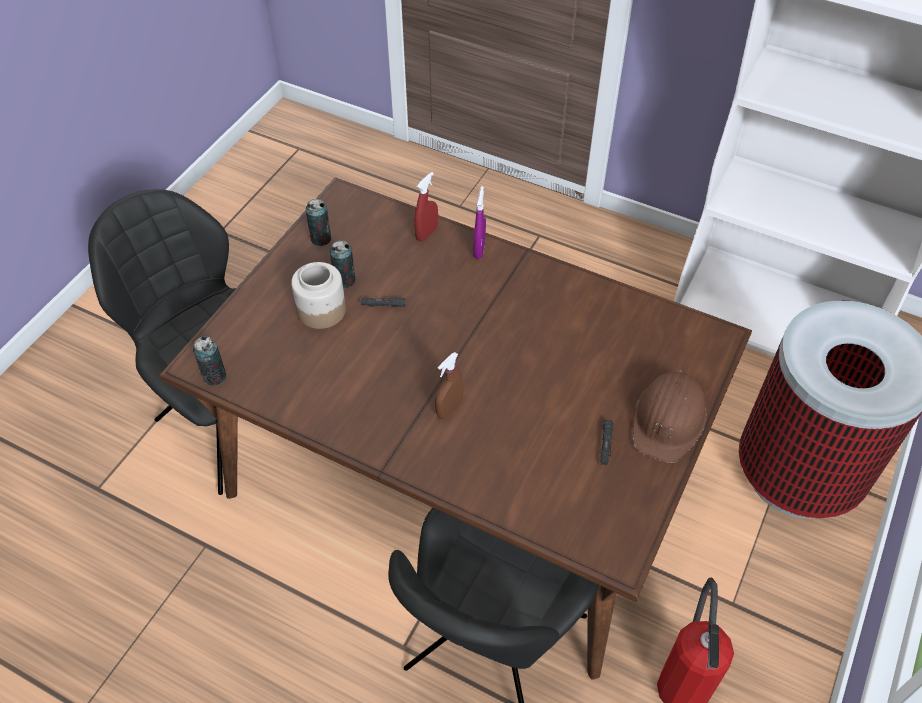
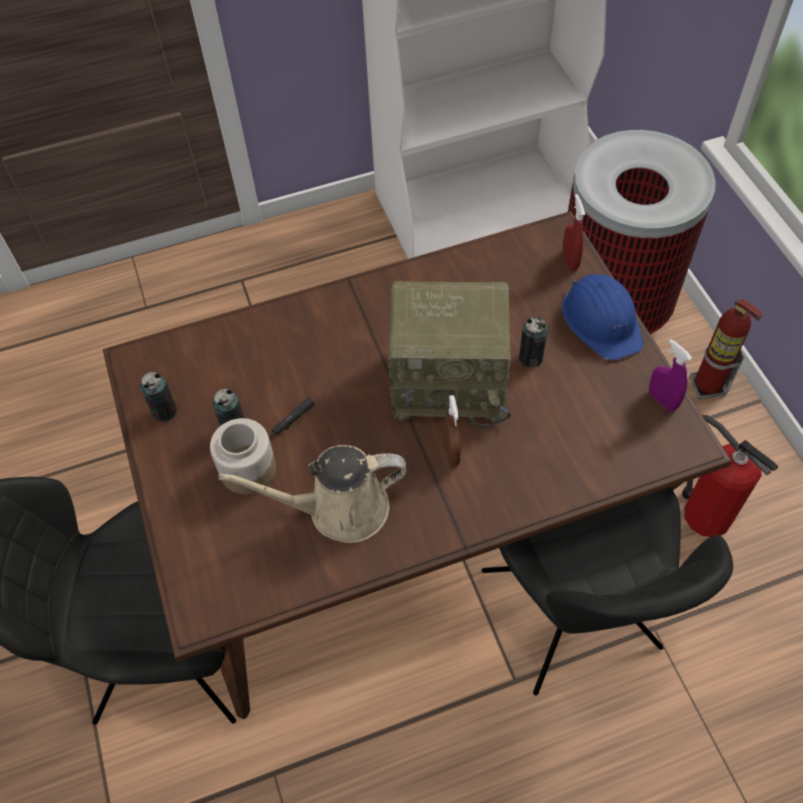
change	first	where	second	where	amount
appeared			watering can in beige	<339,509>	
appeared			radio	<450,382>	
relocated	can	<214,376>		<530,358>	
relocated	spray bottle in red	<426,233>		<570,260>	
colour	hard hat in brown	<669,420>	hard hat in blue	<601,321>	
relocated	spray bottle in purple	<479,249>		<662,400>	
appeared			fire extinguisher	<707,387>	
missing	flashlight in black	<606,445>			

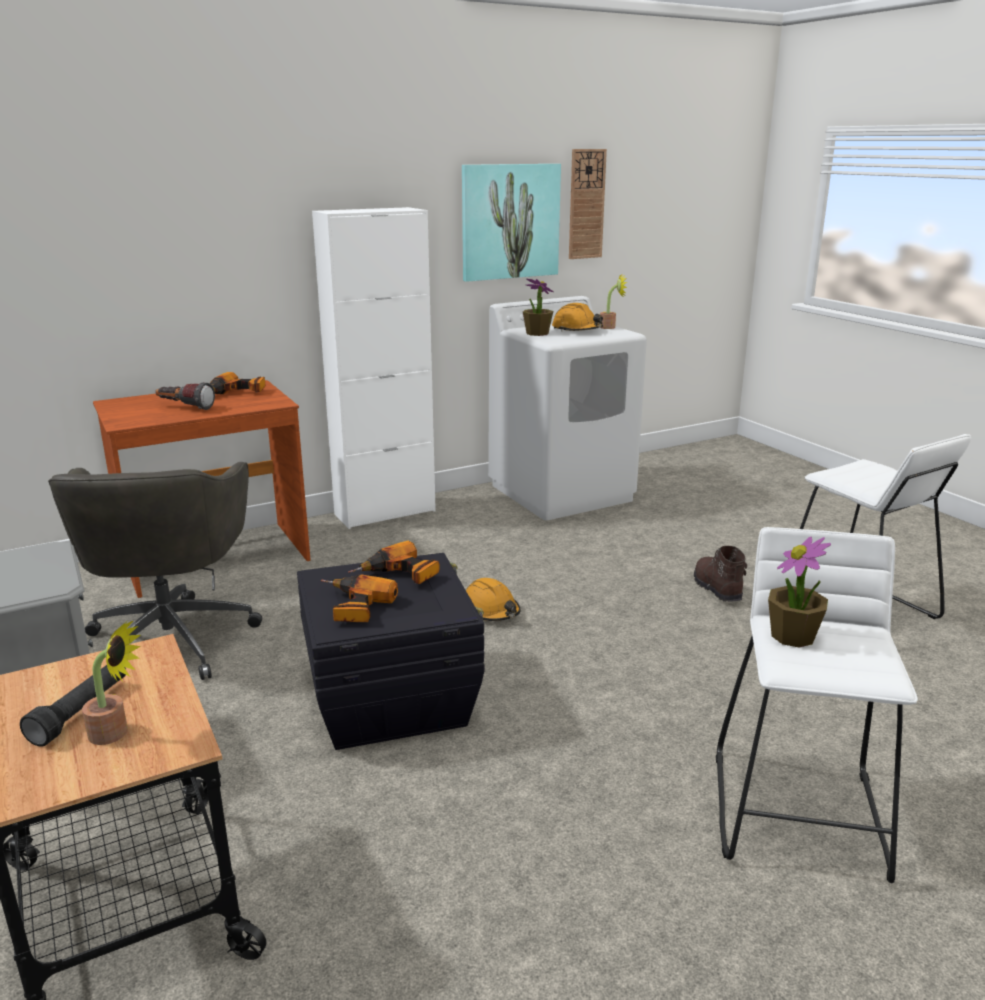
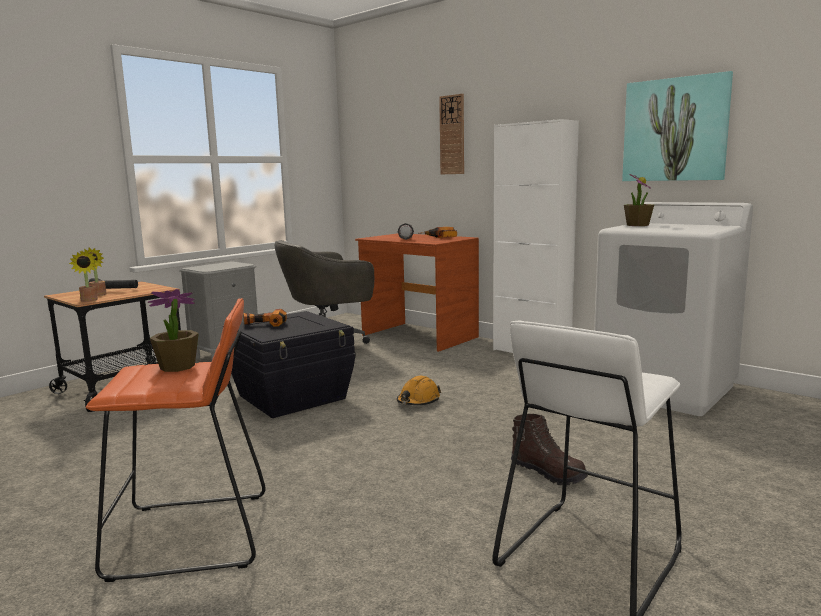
change	first	where	second	where	amount
relocated	potted plant	<610,327>		<89,300>	
colour	stool in white	<799,814>	stool in orange	<191,536>	
relocated	wall clock	<586,204>		<452,135>	
spun	boot in brown	<716,589>		<548,472>	75 degrees clockwise
missing	power drill	<400,576>			
missing	hard hat in orange	<577,330>			

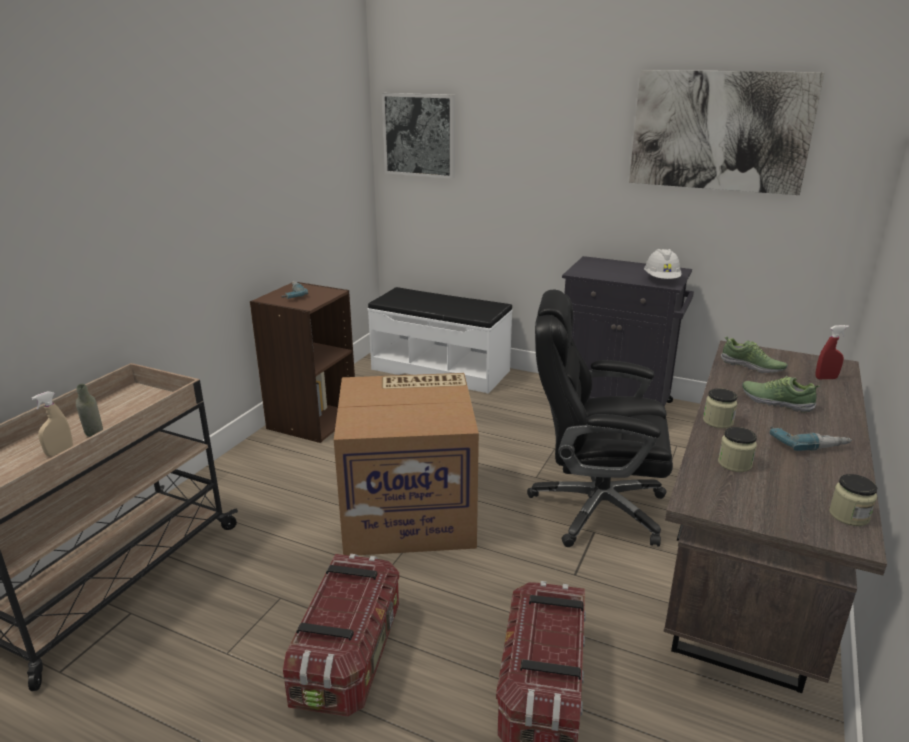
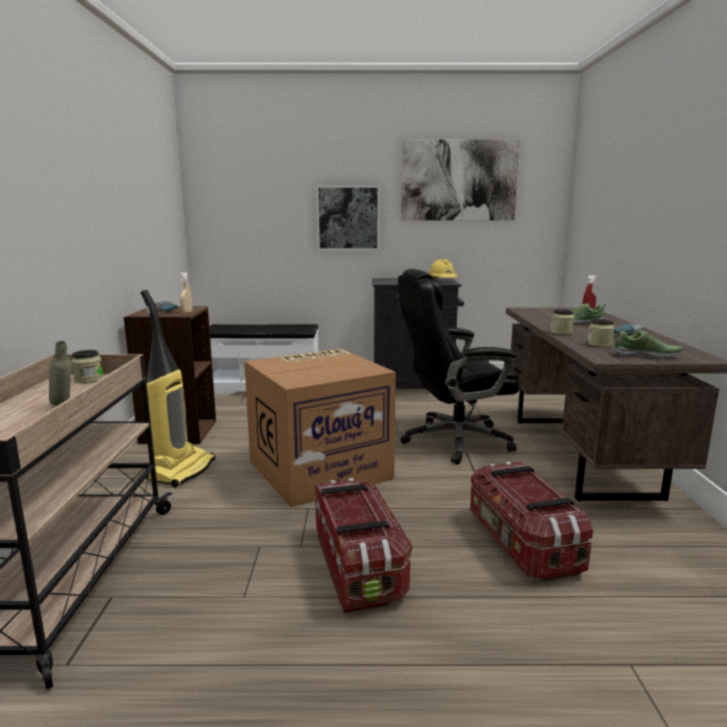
change	first	where	second	where	amount
relocated	jar	<849,515>		<88,380>	
appeared			vacuum cleaner	<181,470>	
relocated	spray bottle in beige	<59,452>		<187,312>	
relocated	picture	<419,135>		<348,218>	
colour	hard hat in white	<661,280>	hard hat in yellow	<442,282>	
relocated	shoe	<752,367>		<646,356>	

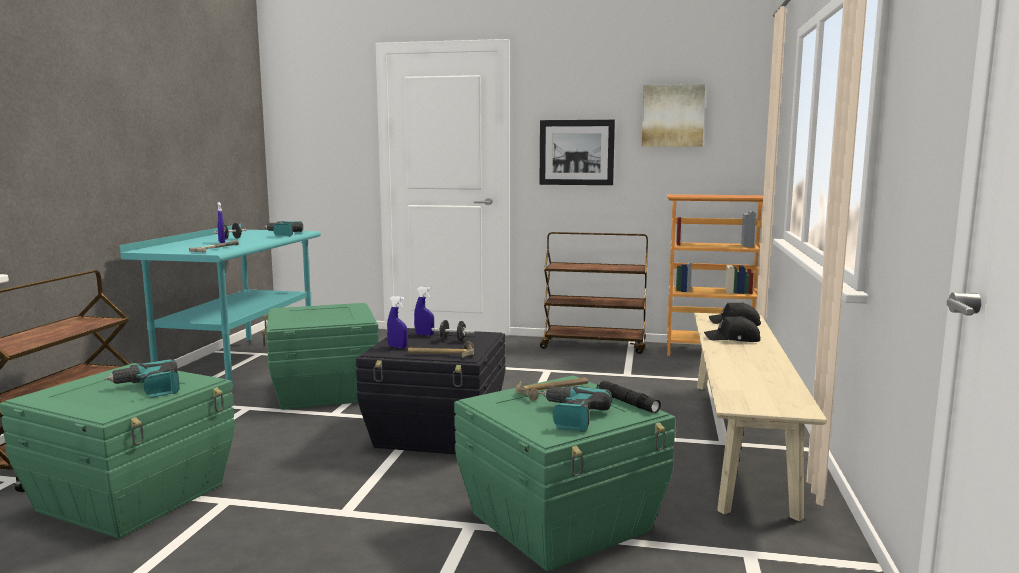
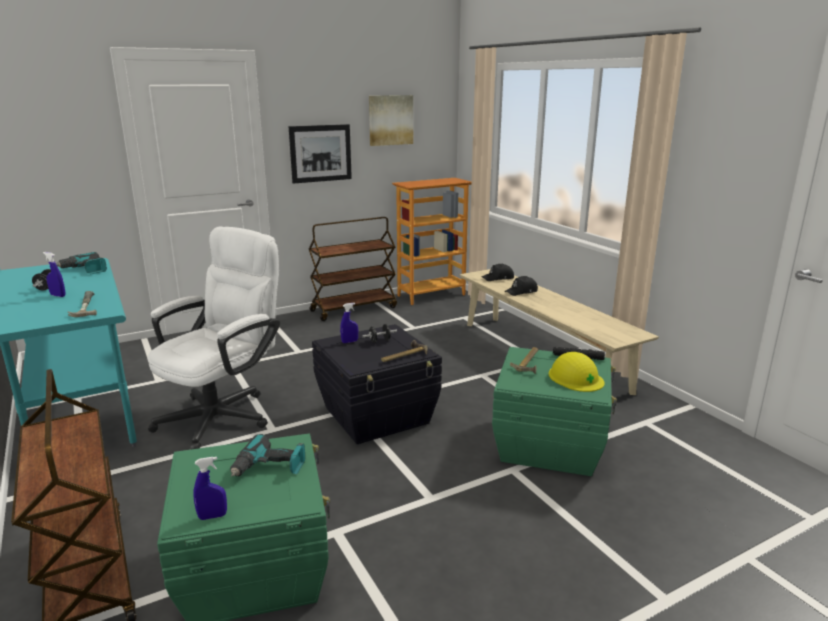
change	first	where	second	where	amount
exchanged	storage box in green	<323,392>	office chair in white	<224,414>	
relocated	spray bottle in blue	<397,347>		<212,516>	
exchanged	power drill	<571,417>	hard hat in yellow	<575,377>	

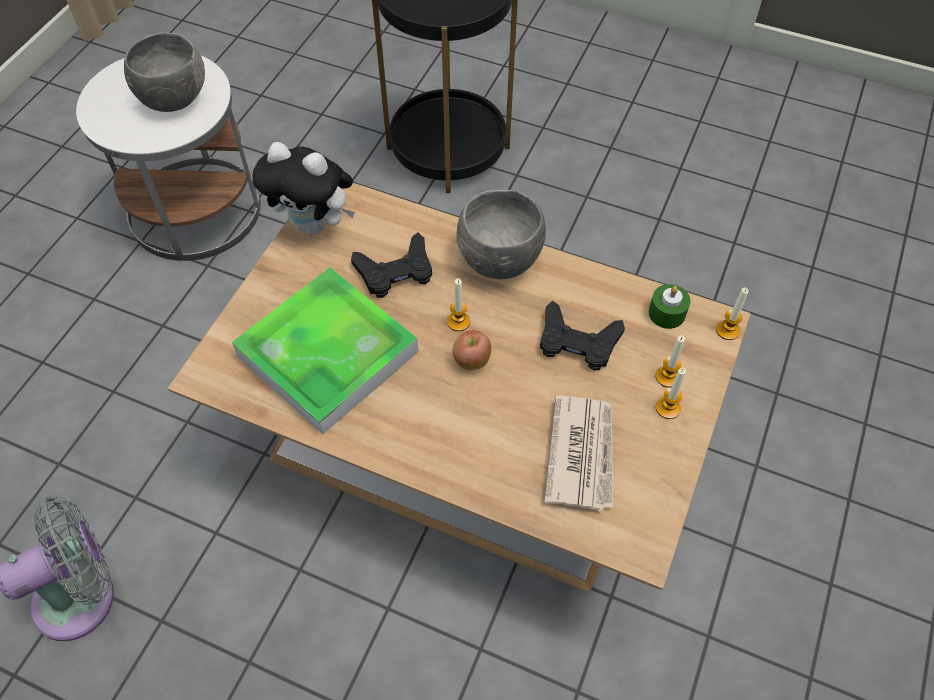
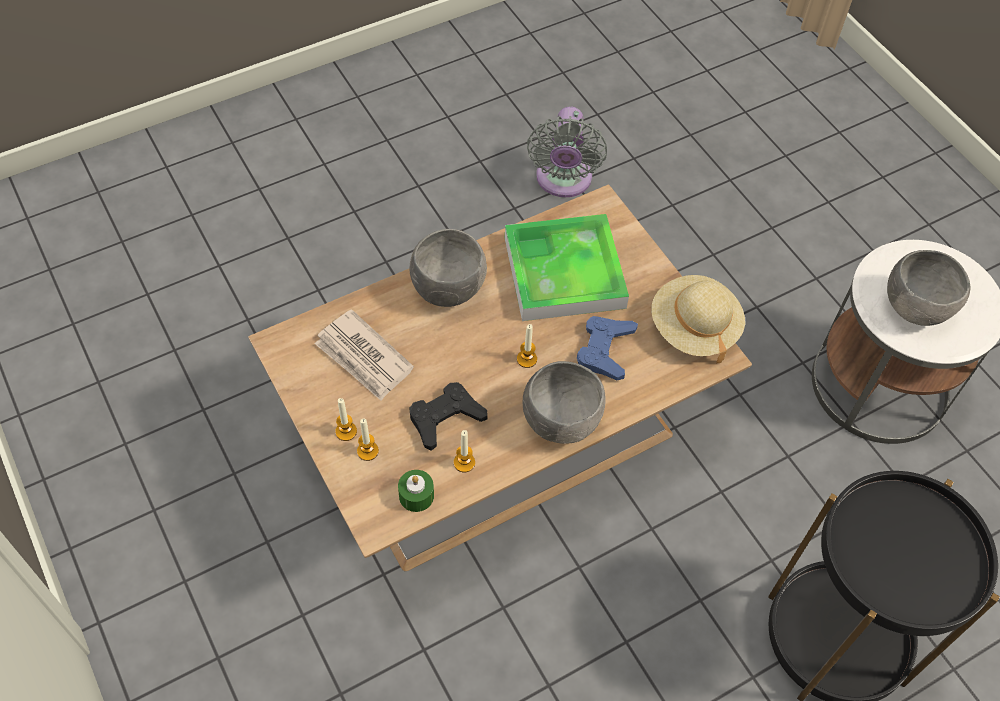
change	first	where	second	where	amount
appeared			bowl in grey	<447,289>	
relocated	candle	<727,330>		<464,462>	
colour	game controller in black	<395,271>	game controller in blue	<605,350>	
exchanged	plush toy	<315,225>	hat in beige	<693,328>	
missing	apple	<471,361>			

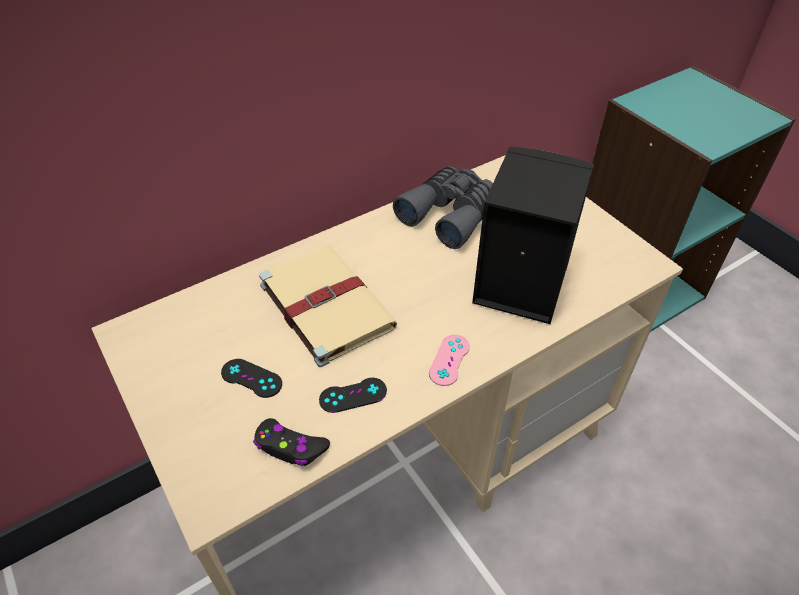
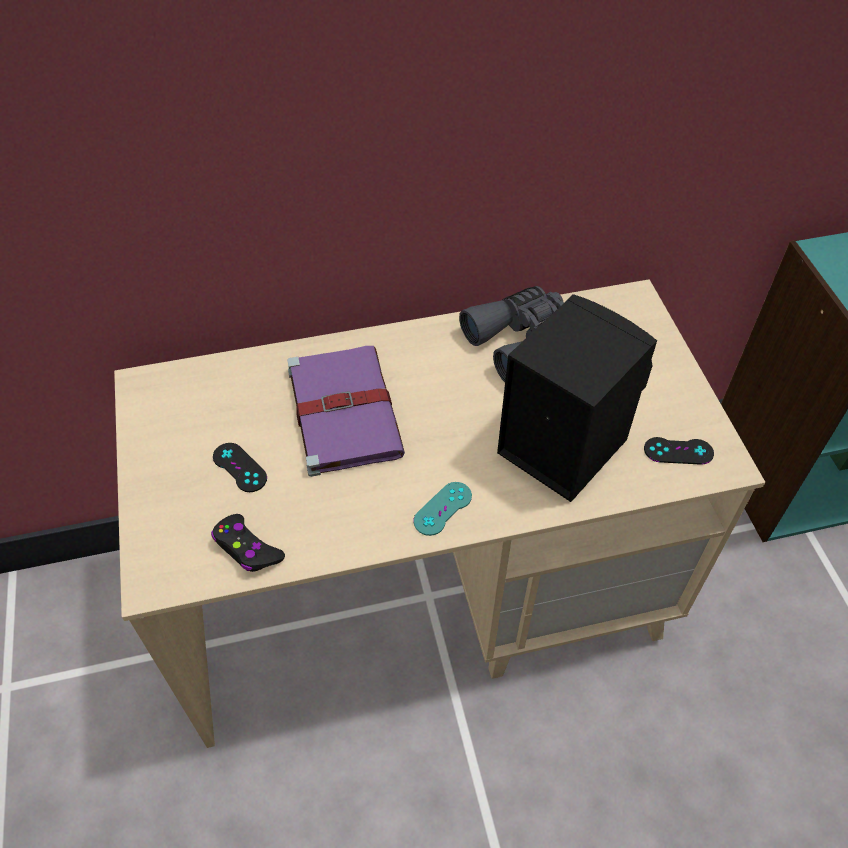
change	first	where	second	where	amount
colour	book in beige	<324,304>	book in purple	<343,410>	
colour	game controller in pink	<449,360>	game controller in turquoise	<443,508>	
relocated	game controller in black	<353,395>		<678,451>	

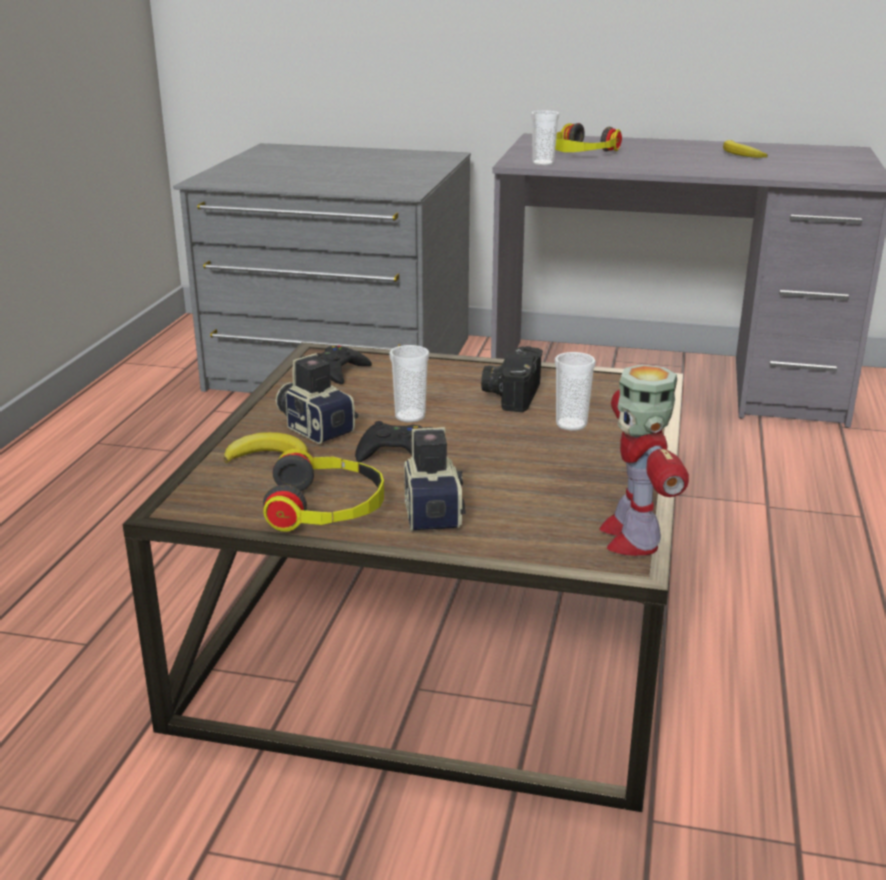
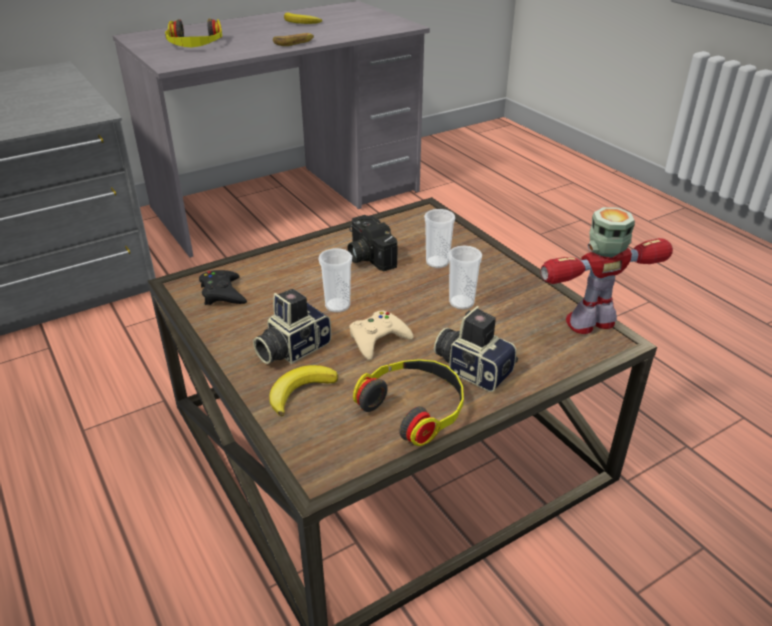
change	first	where	second	where	amount
spun	photo camera	<316,427>		<291,348>	45 degrees counterclockwise
appeared			banana	<294,43>	
colour	game controller in black	<395,453>	game controller in beige	<378,339>	
relocated	cup	<543,163>		<461,302>	
spun	toy robot	<631,536>		<591,323>	120 degrees clockwise

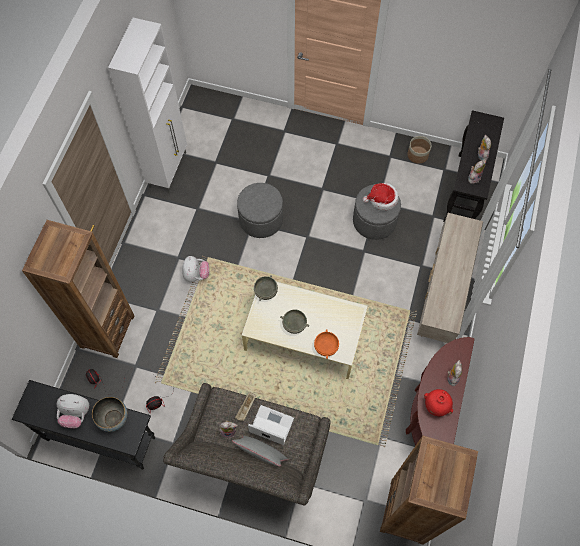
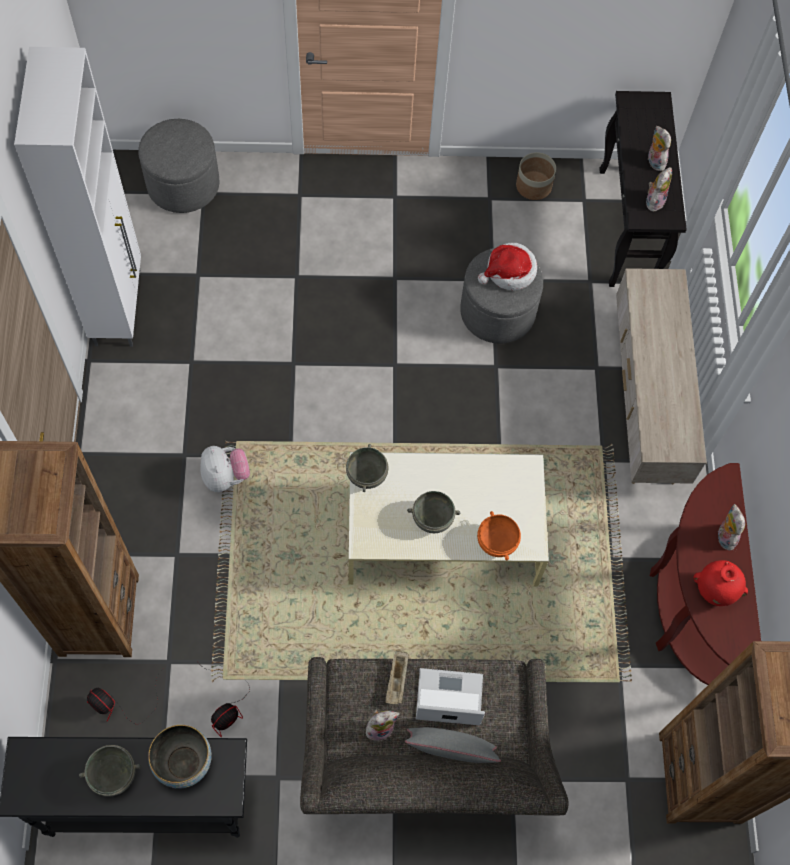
change	first	where	second	where	amount
exchanged	plush toy	<76,414>	bowl in grey	<113,773>	
relocated	ottoman in grey	<261,219>		<183,184>	

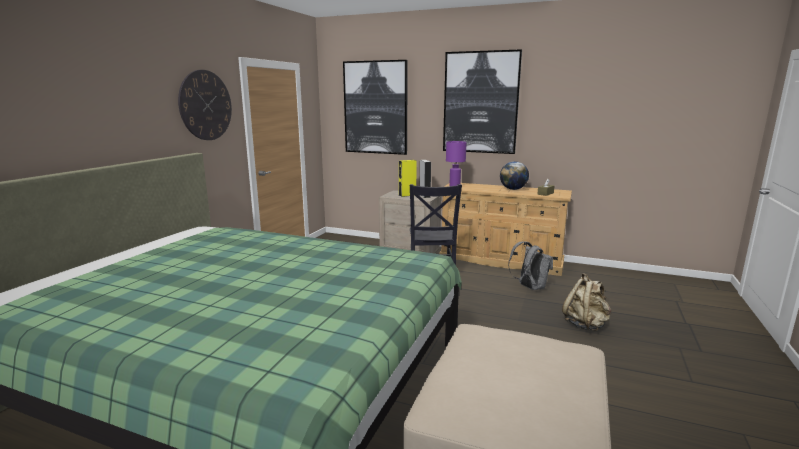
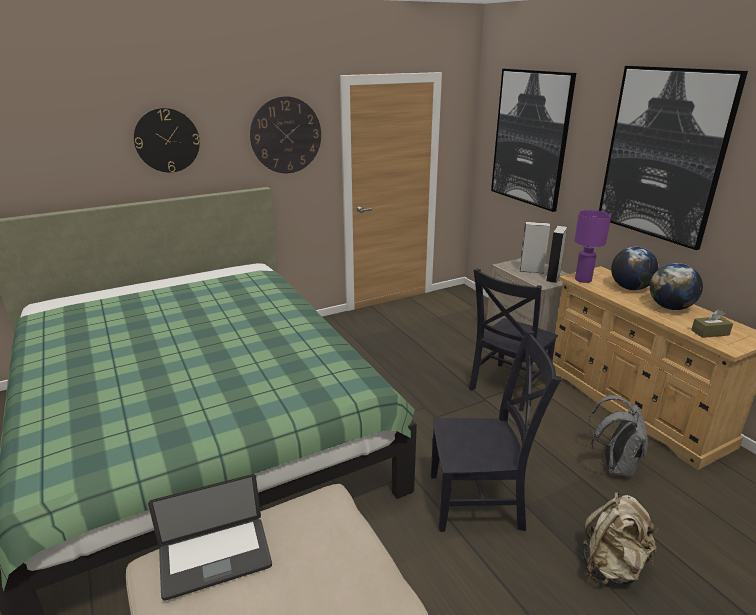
change	first	where	second	where	amount
appeared			wall clock	<167,140>	
appeared			laptop	<215,558>	
appeared			chair in black	<480,501>	
colour	speaker in yellow	<407,195>	speaker in grey	<531,270>	
appeared			globe	<630,288>	

